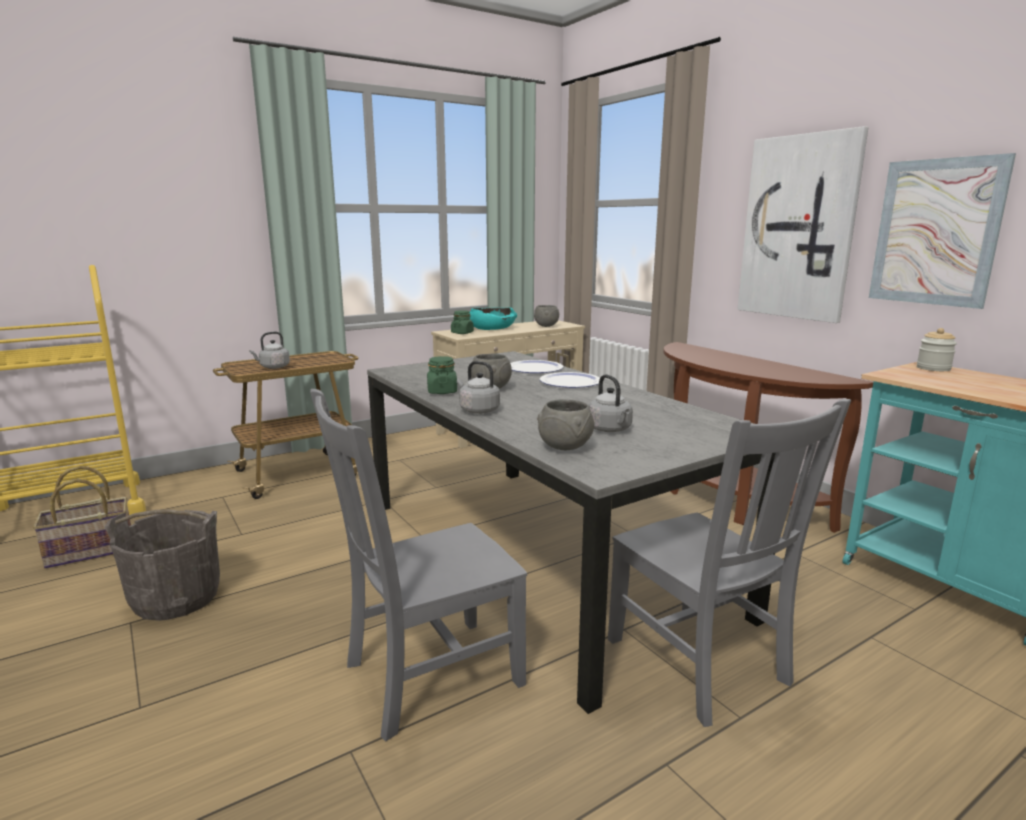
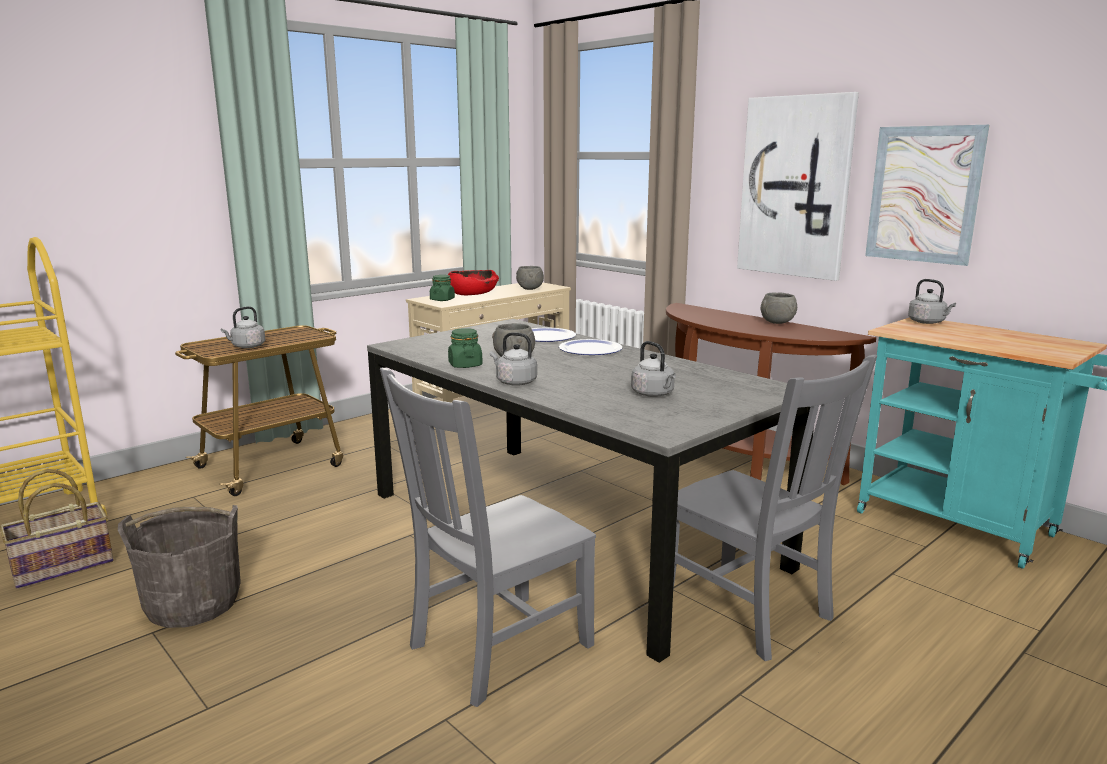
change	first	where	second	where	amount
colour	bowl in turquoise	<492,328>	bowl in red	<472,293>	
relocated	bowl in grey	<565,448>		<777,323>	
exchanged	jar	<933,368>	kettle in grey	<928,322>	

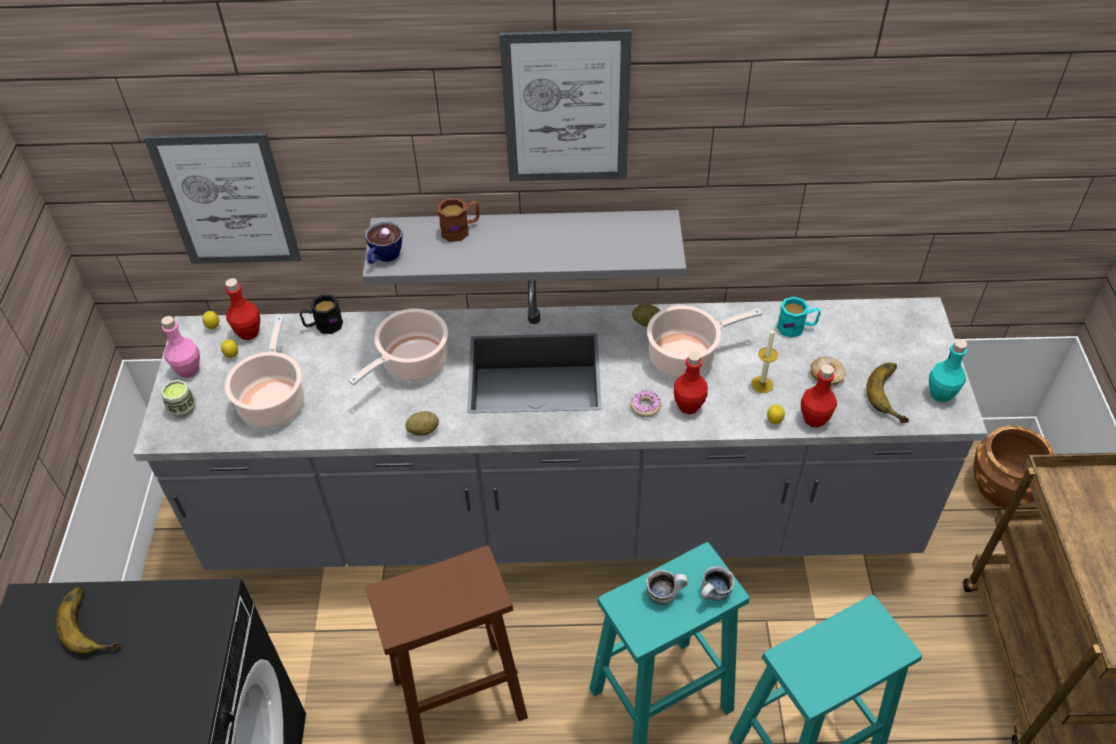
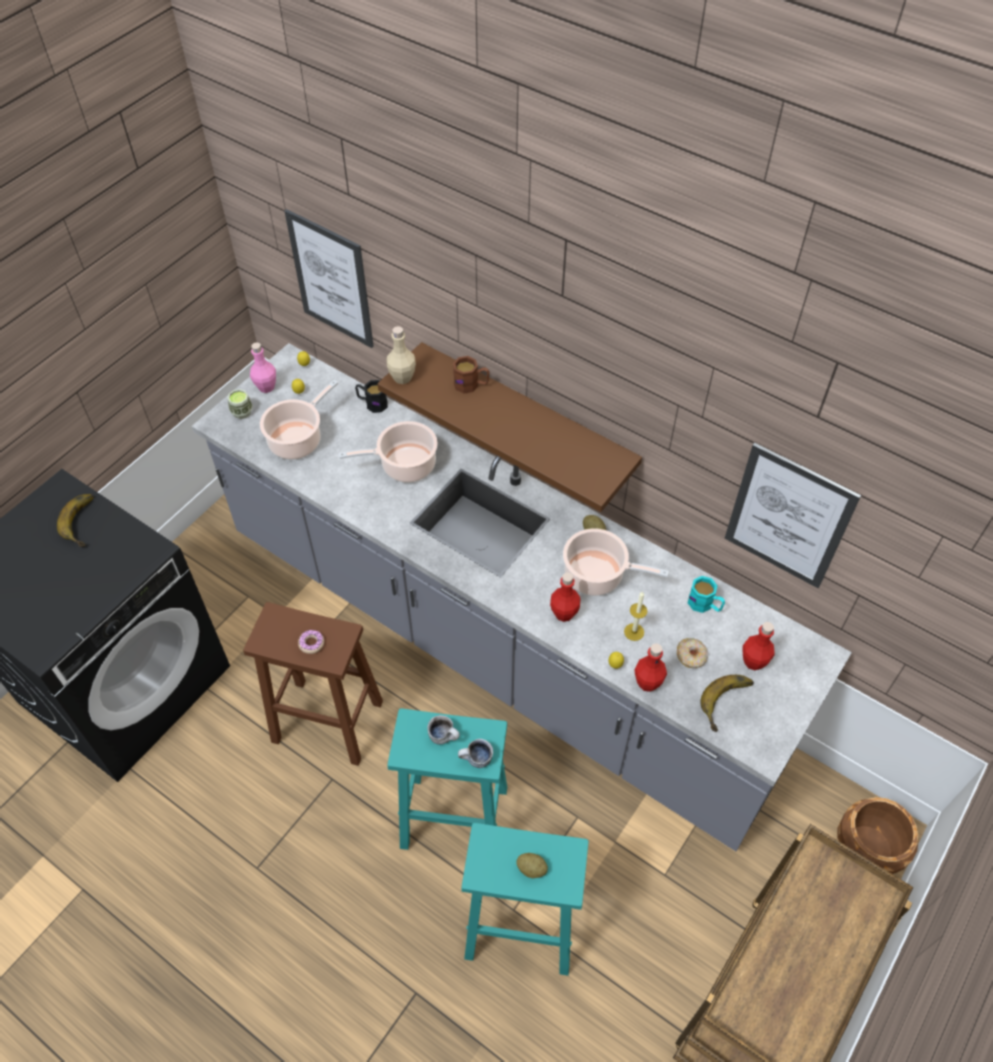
change	first	where	second	where	amount
relocated	donut	<645,407>		<311,643>	
colour	shelf in grey	<526,240>	shelf in brown	<526,417>	
exchanged	cup	<384,257>	bottle in beige	<402,377>	
relocated	potato	<423,430>		<531,869>	
relocated	picture	<566,108>		<788,517>	
relocated	bottle in red	<248,333>		<753,661>	
missing	bottle in turquoise	<941,394>			

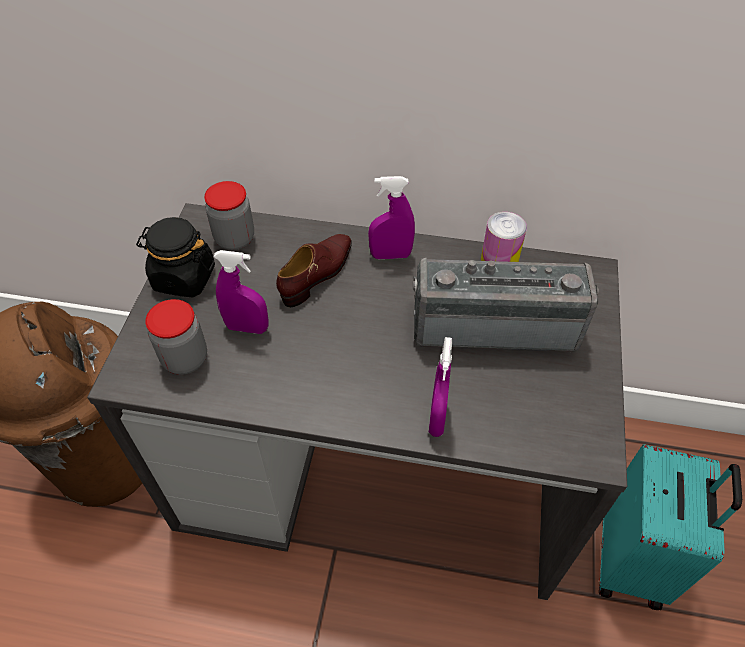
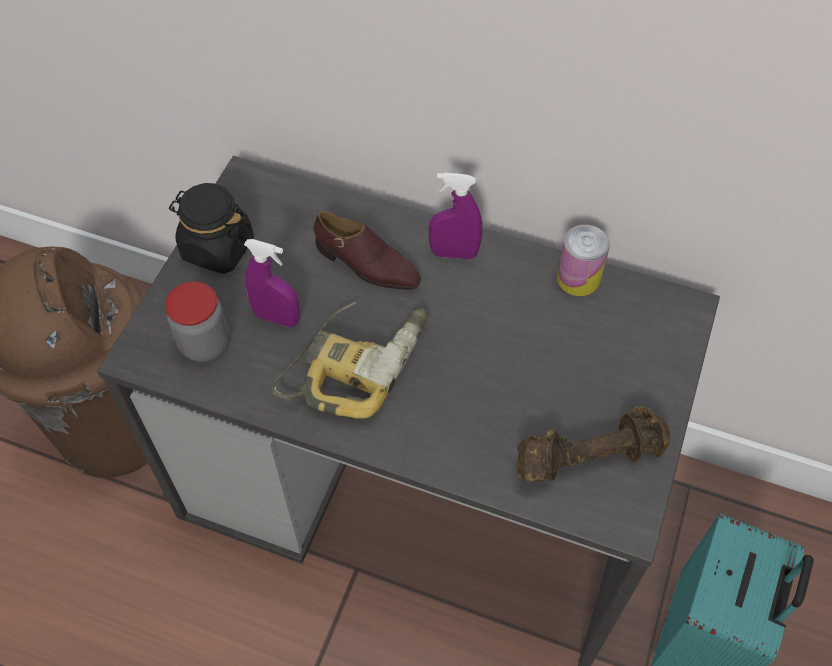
change	first	where	second	where	amount
appeared			power drill	<356,362>	
spun	shoe in brown	<318,274>		<366,265>	75 degrees clockwise
appeared			dumbbell in brown	<588,456>	
missing	jar	<235,239>			
missing	radio	<494,323>			
missing	spray bottle in purple	<437,418>			

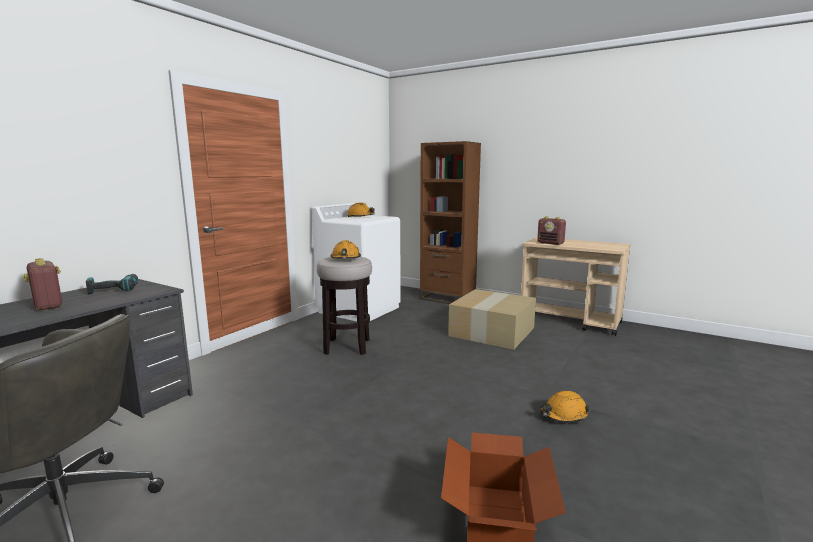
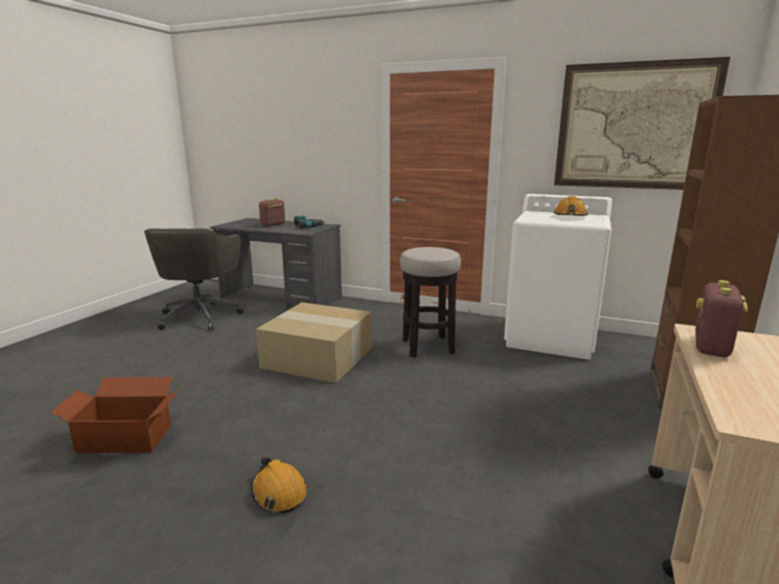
change	first	where	second	where	amount
relocated	cardboard box	<491,331>		<320,357>	
appeared			picture	<634,126>	
missing	hard hat in orange	<345,259>			

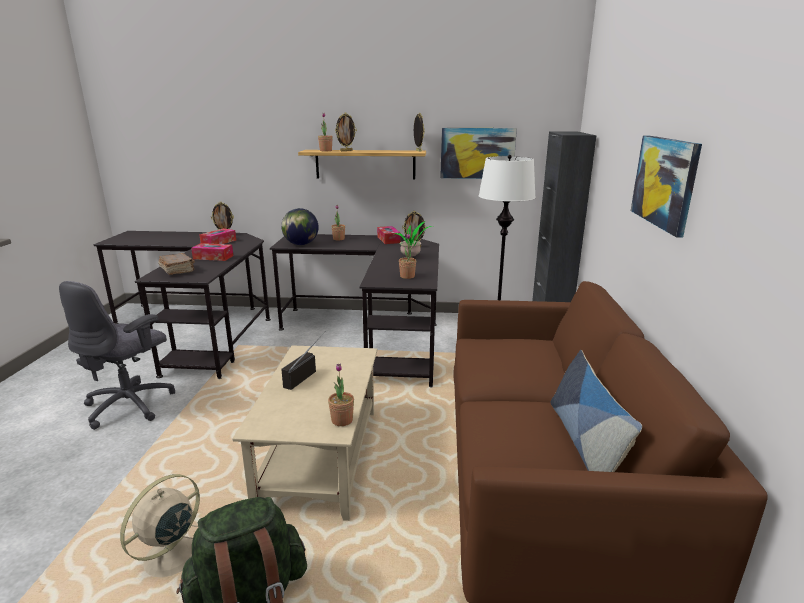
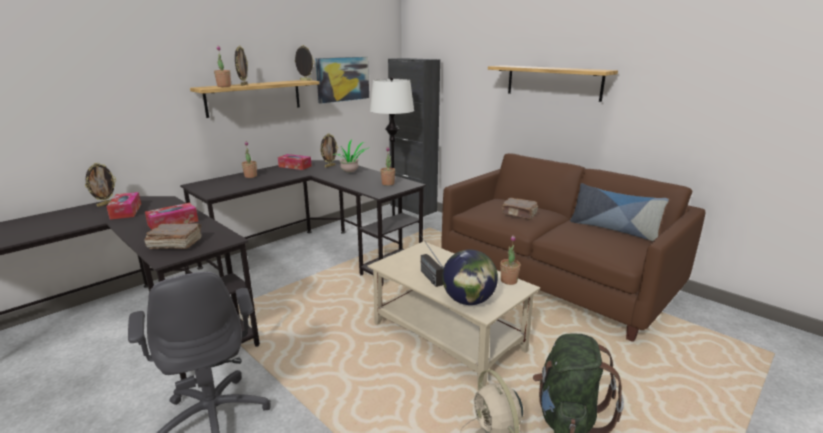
change	first	where	second	where	amount
relocated	globe	<301,244>		<468,301>	
exchanged	picture	<664,182>	shelf	<553,82>	
appeared			book in brown	<519,214>	

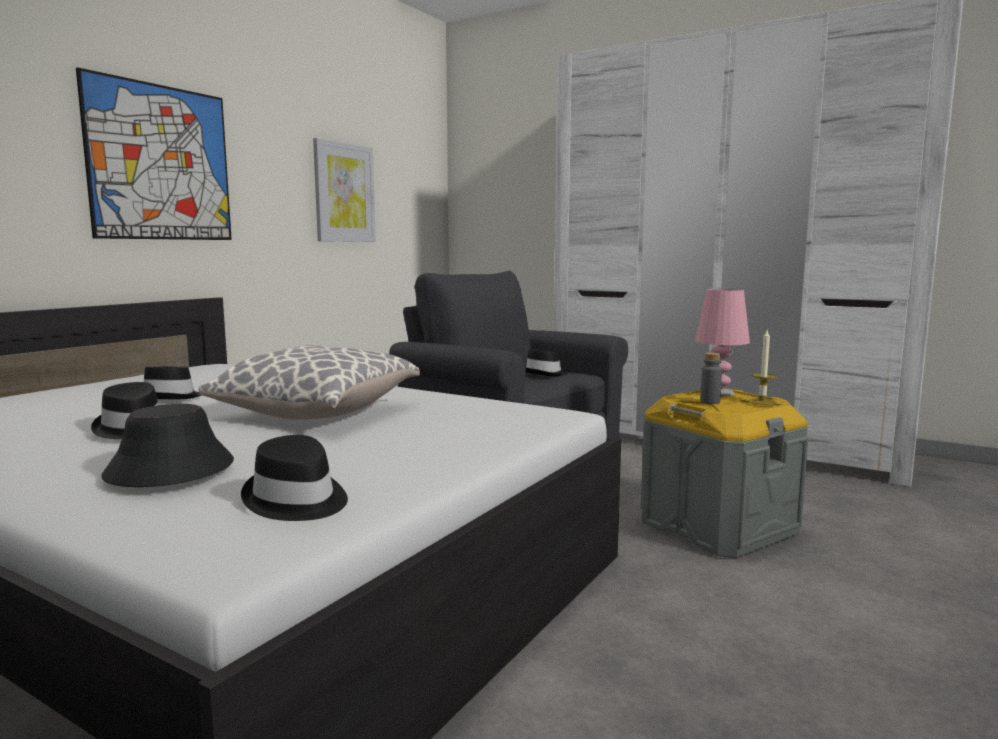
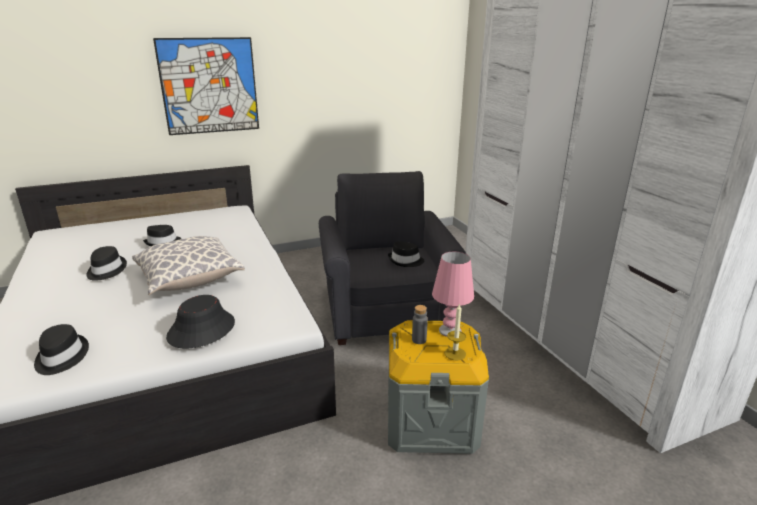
change	first	where	second	where	amount
relocated	hat in black	<170,469>		<201,330>	
missing	picture	<344,193>			

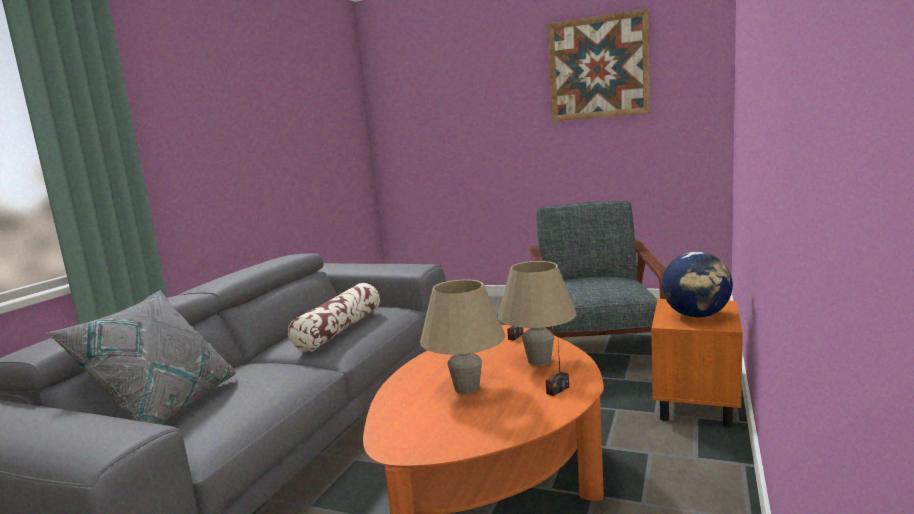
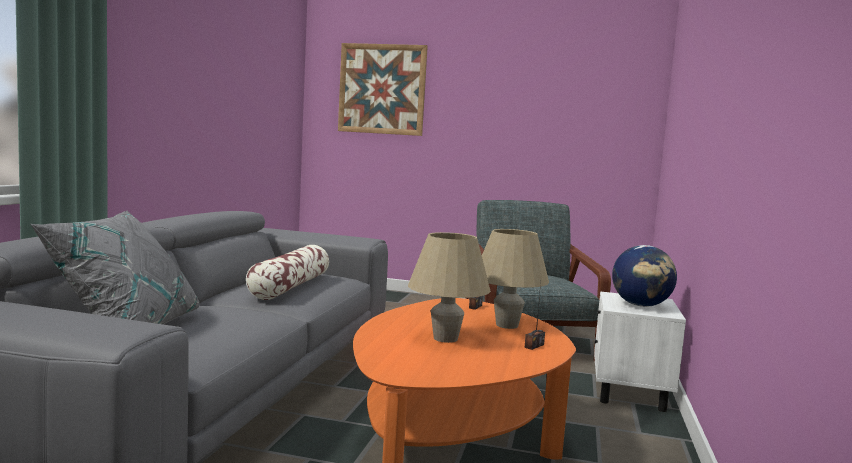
change	first	where	second	where	amount
relocated	picture	<598,68>		<382,89>	
colour	nightstand in orange	<695,405>	nightstand in white	<629,393>	

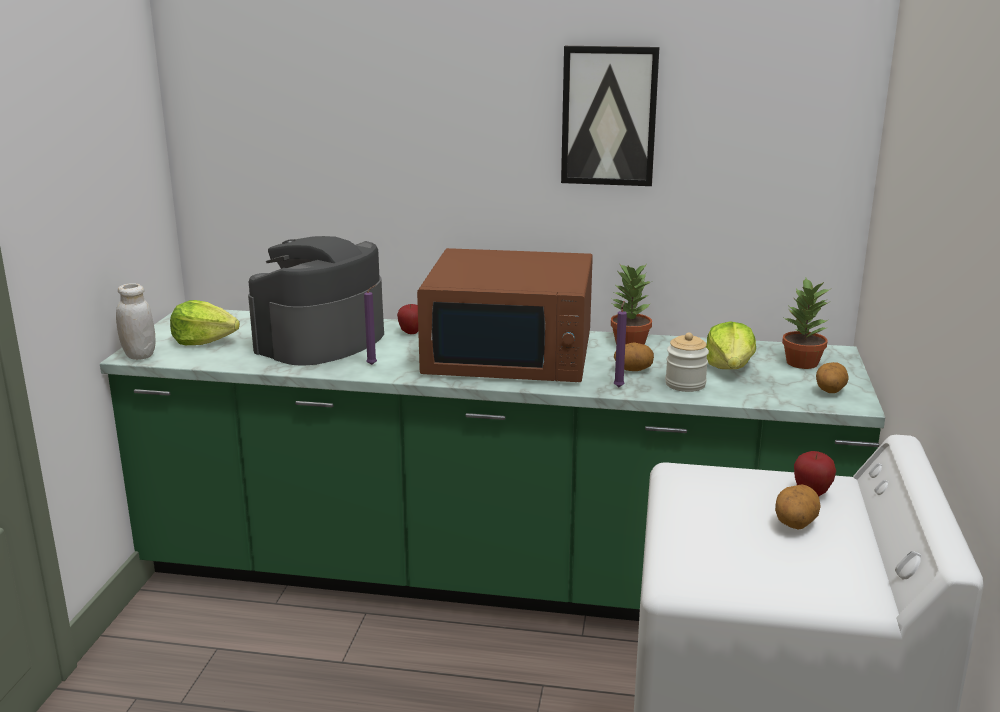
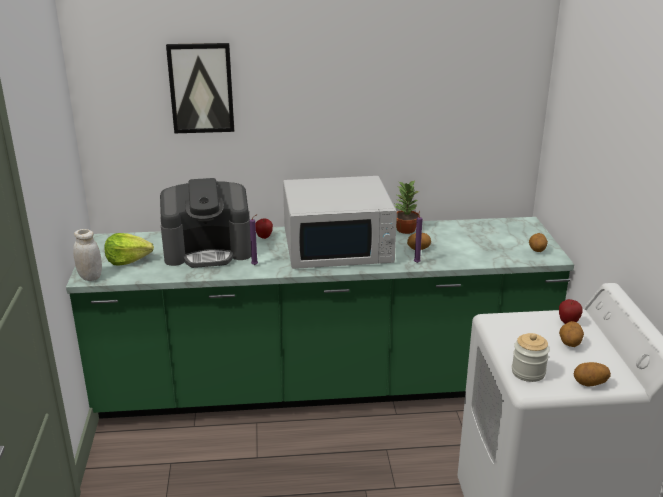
change	first	where	second	where	amount
spun	coffee machine	<320,341>		<208,250>	120 degrees counterclockwise
relocated	picture	<609,116>		<201,88>	
colour	microwave in brown	<511,354>	microwave in white	<338,246>	
relocated	jar	<685,384>		<528,372>	
appeared			potato	<590,384>	
missing	lettuce	<729,367>			
missing	potted plant	<802,363>			

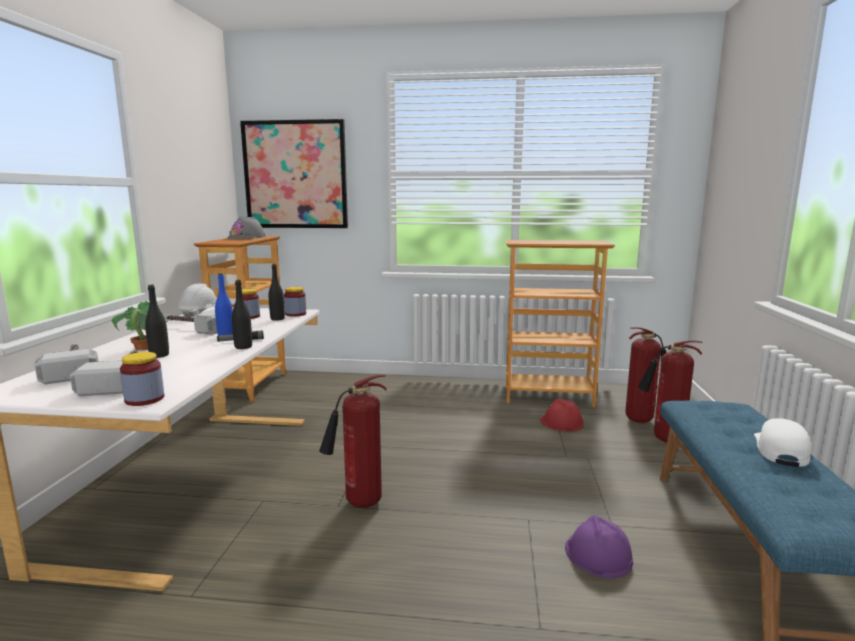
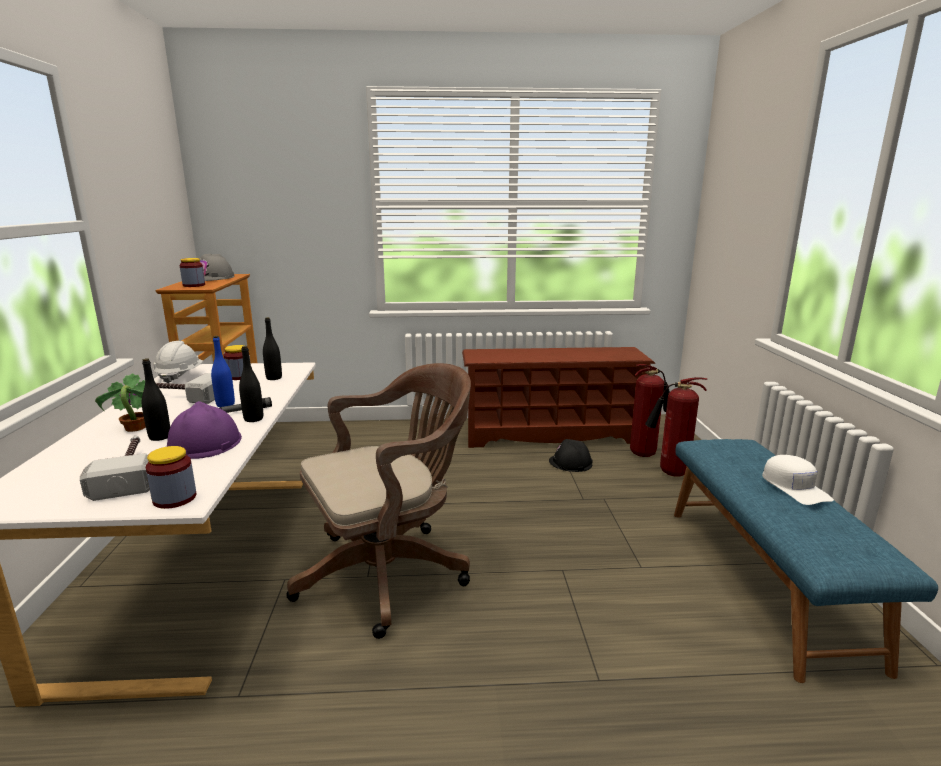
change	first	where	second	where	amount
relocated	hard hat in purple	<598,555>		<204,443>	
relocated	jar	<295,314>		<194,285>	
exchanged	fire extinguisher	<359,504>	office chair in brown	<390,572>	
exchanged	bookcase	<548,396>	shoe rack in brown	<551,434>	
colour	hard hat in red	<561,422>	hard hat in black	<570,463>	
spun	cap in white	<780,450>		<794,487>	150 degrees clockwise
missing	hammer	<72,368>			
missing	picture	<295,175>			

